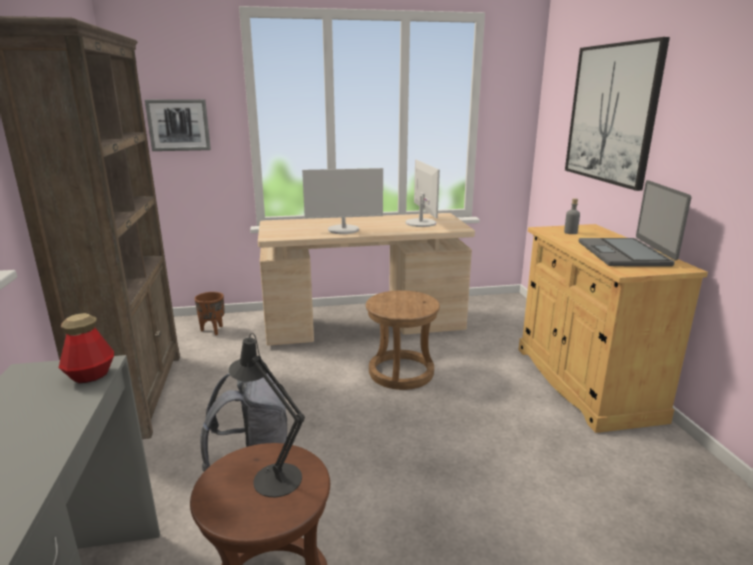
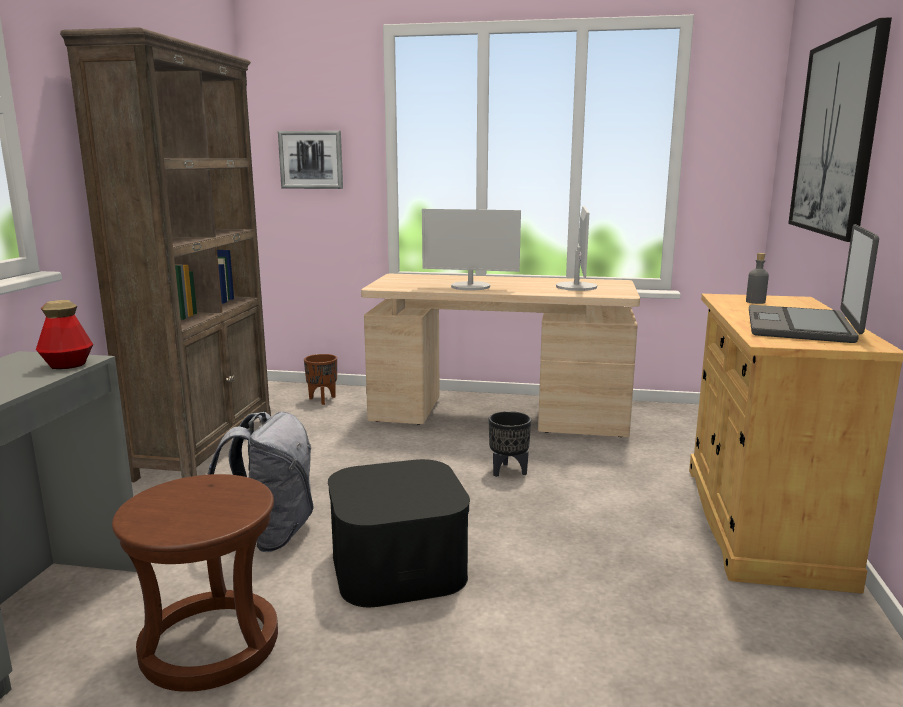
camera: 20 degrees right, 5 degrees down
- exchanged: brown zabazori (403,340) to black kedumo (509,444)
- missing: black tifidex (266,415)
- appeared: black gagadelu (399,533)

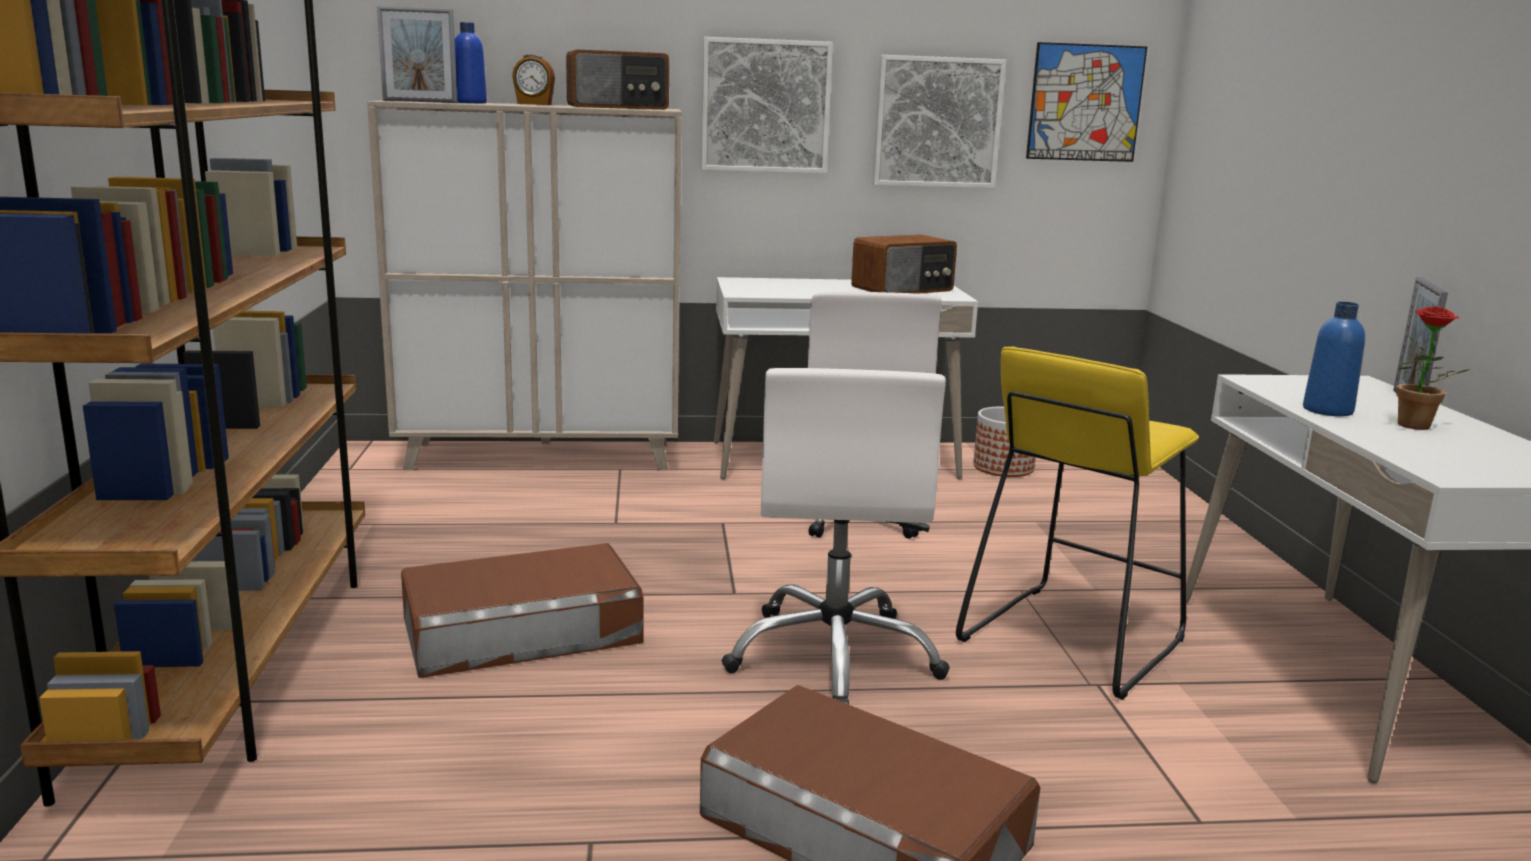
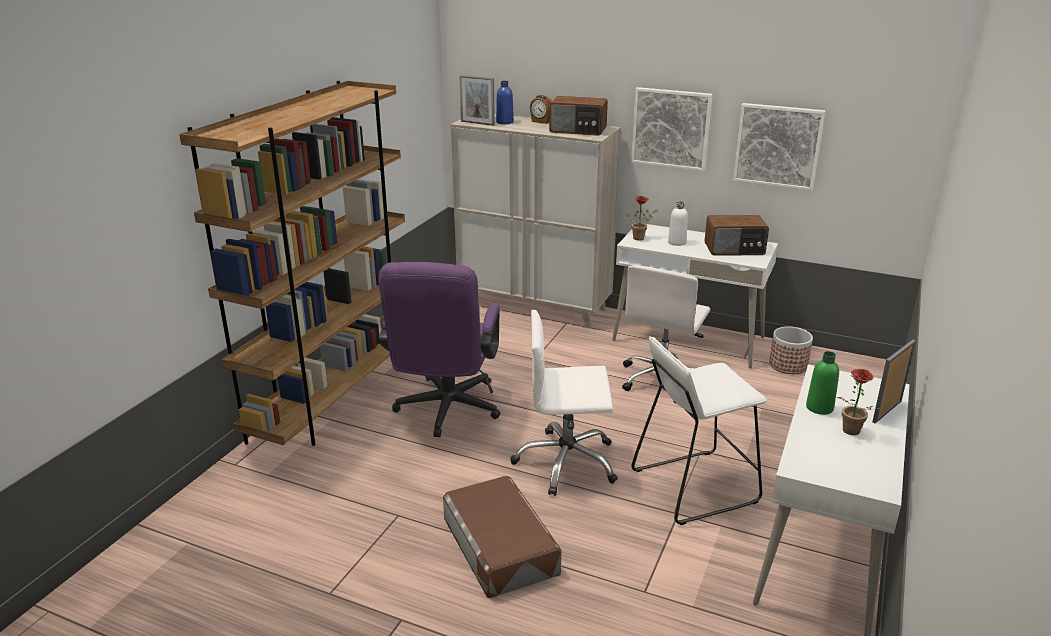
camera: 30 degrees right, 10 degrees up
- missing: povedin (1086,102)
- colour: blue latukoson (1334,359) to green latukoson (822,383)
- colour: yellow zabazori (1077,523) to white zabazori (699,430)
- spun: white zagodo (836,536) = (564,403) 60 degrees clockwise
- exchanged: brown gagadelu (522,610) to purple zagodo (439,349)
- appeared: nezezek (642,218)
- appeared: white latukoson (678,224)

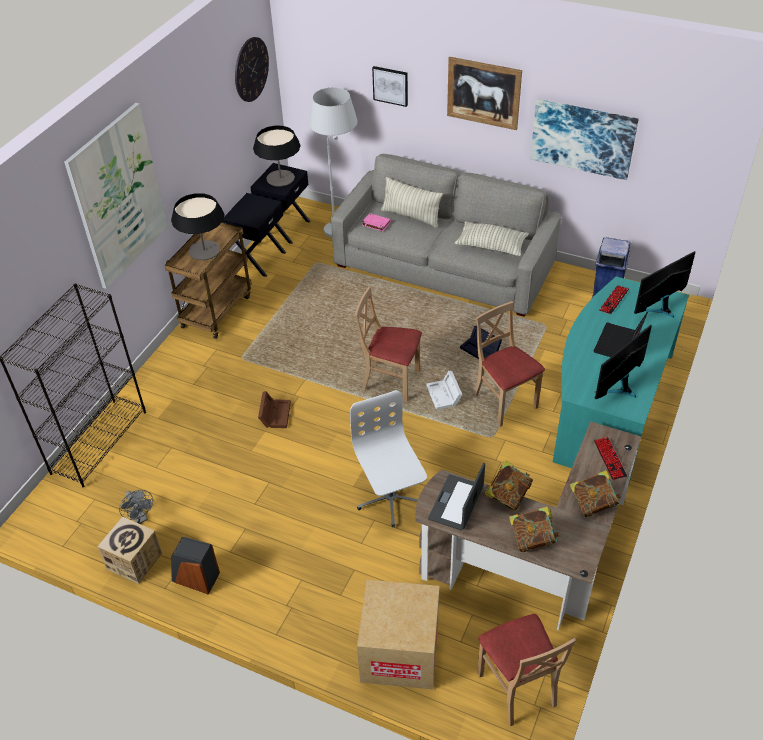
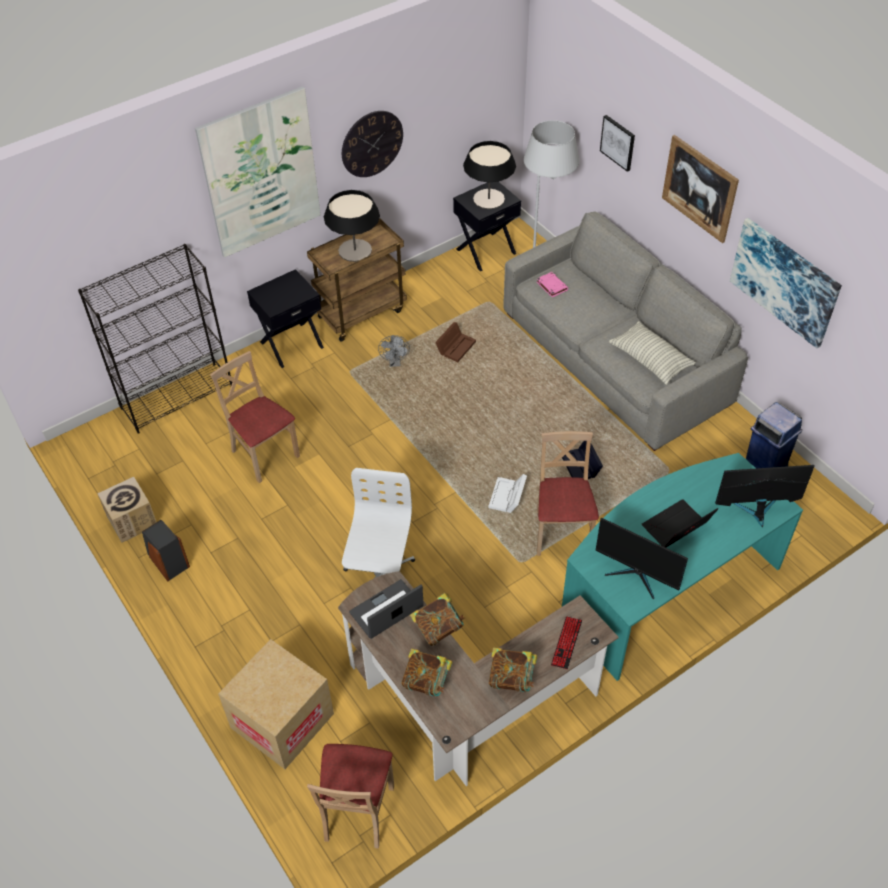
camera: 30 degrees right, 5 degrees up
- relocated: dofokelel (252,69) to (372,144)
- missing: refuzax (412,202)
- relocated: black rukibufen (254,235) to (285,318)
- missing: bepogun (614,299)
- relocated: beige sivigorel (388,344) to (255,417)
- spun: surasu (623,362) = (641,558) 135 degrees counterclockwise
- relocated: brown gagadelu (274,409) to (455,342)
- relocated: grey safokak (136,507) to (394,351)

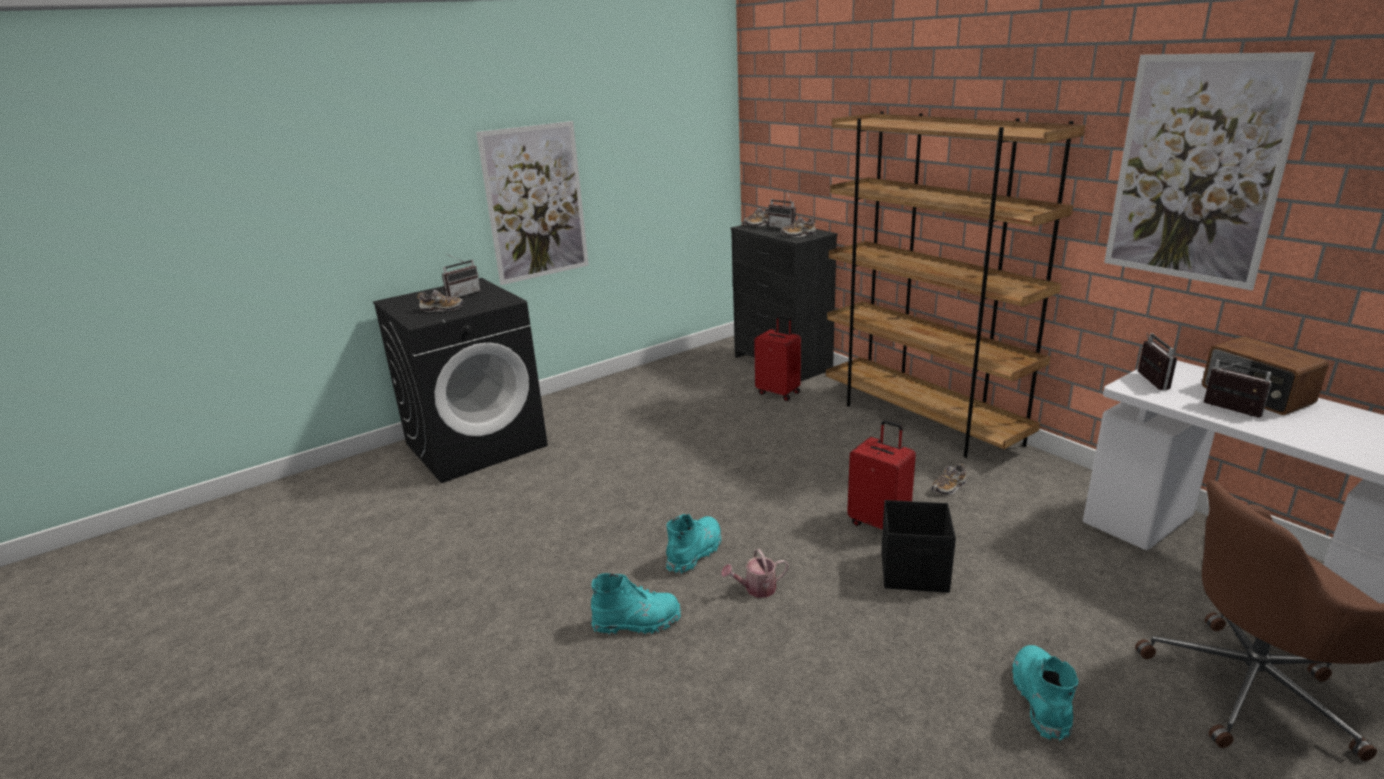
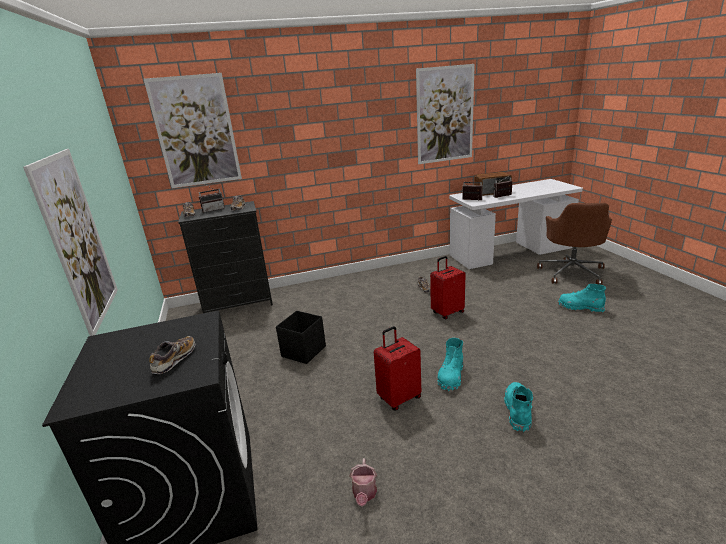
camera: 70 degrees left, 0 degrees up
- missing: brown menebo (956,284)
- missing: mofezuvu (461,276)
- relocated: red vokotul (777,358) to (397,368)
- relocated: black gagadelu (918,546) to (301,337)
- spun: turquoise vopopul (694,544) = (450,365) 120 degrees counterclockwise
- relocated: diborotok (755,573) to (363,482)
- appeared: povedin (193,130)

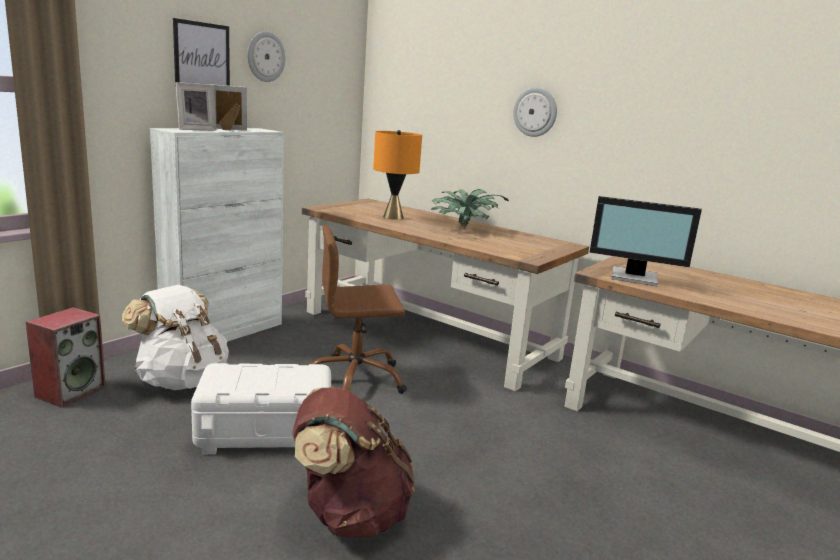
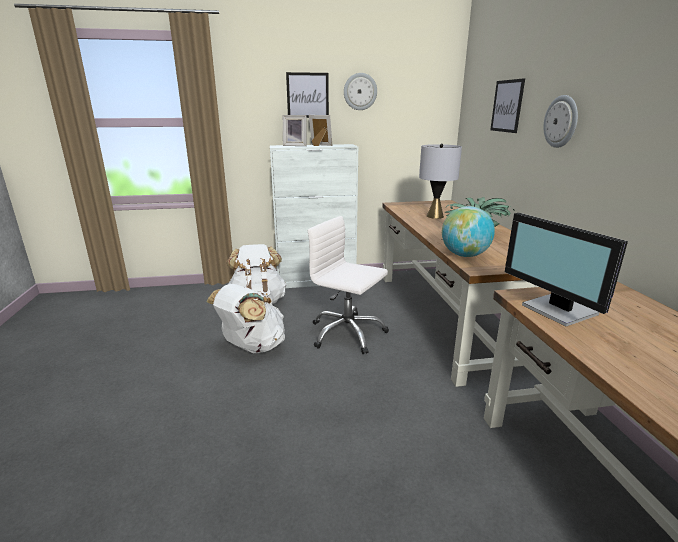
camera: 45 degrees right, 5 degrees up
- colour: orange tifidex (397,175) to grey tifidex (440,181)
- colour: brown zagodo (359,309) to white zagodo (348,285)
- missing: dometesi (66,357)
- exchanged: white gagadelu (261,409) to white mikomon (245,319)
- missing: brown mikomon (353,462)
- appeared: povedin (507,105)
- appeared: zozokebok (468,231)

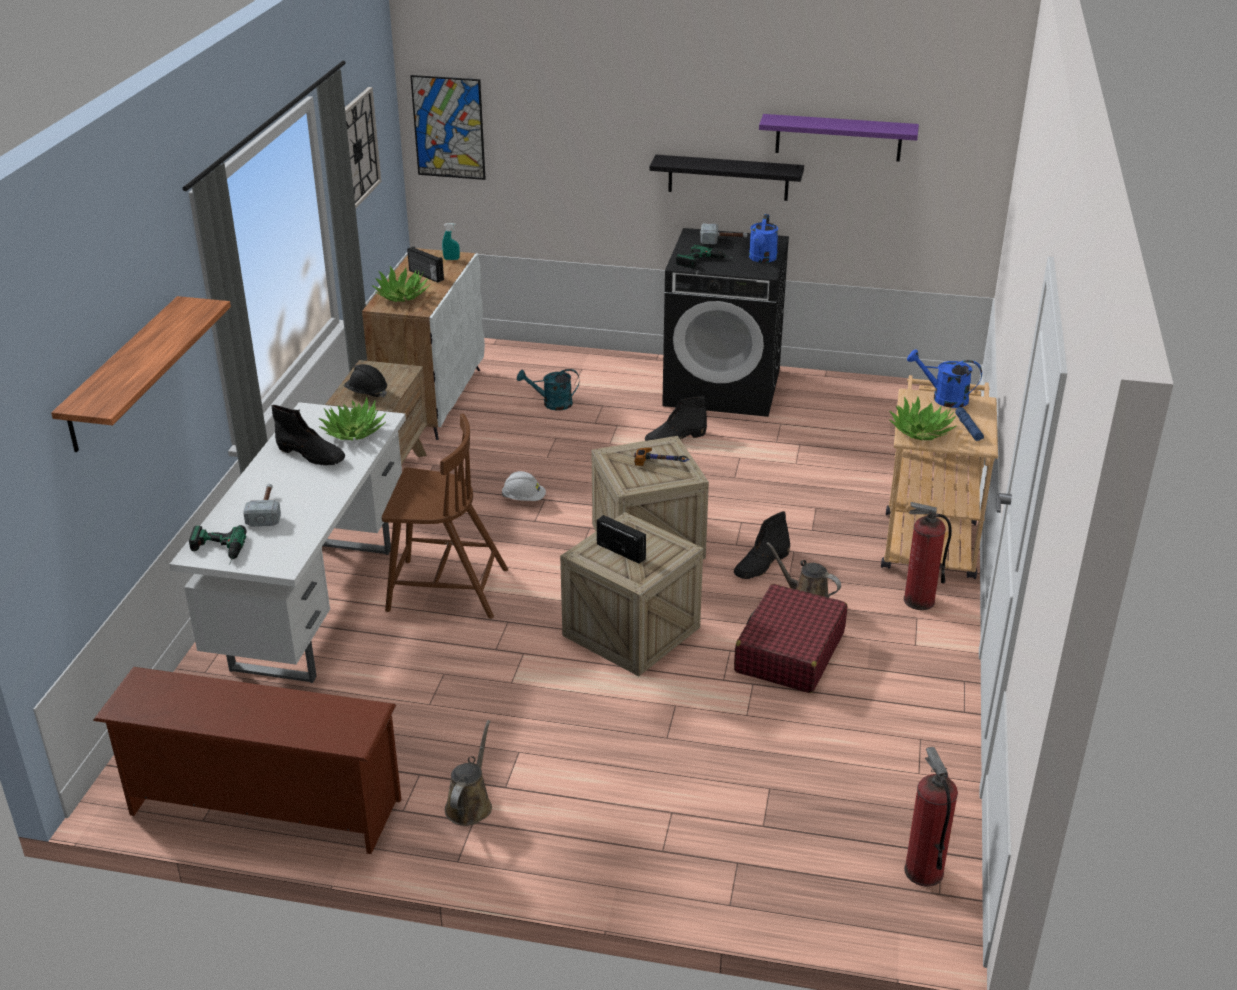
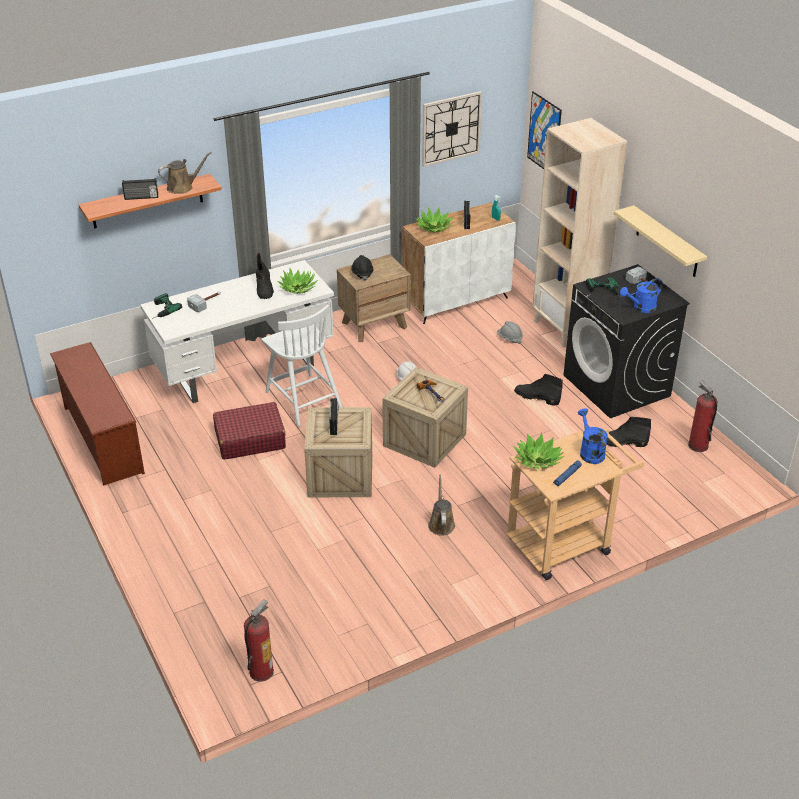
camera: 50 degrees right, 5 degrees up
- missing: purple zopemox (839,138)
- colour: black zopemox (726,178) to beige zopemox (660,241)
- exchanged: turquoise diborotok (548,389) to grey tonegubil (510,332)
- colour: brown sivigorel (445,516) to white sivigorel (302,365)
- relocated: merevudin (928,556) to (703,416)
- relocated: black vopopul (762,545) to (629,432)
- relocated: red vokotul (790,638) to (249,431)
- relocated: brown diborotok (468,773) to (185,173)
- appeared: beige menebo (579,233)
- appeared: mofezuvu (140,189)

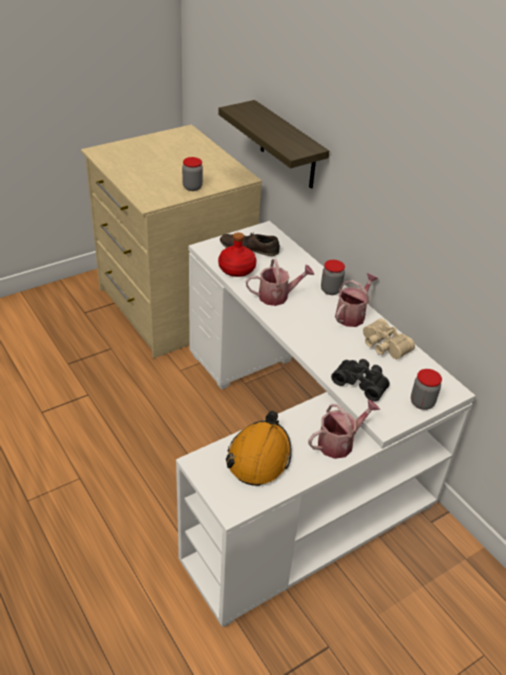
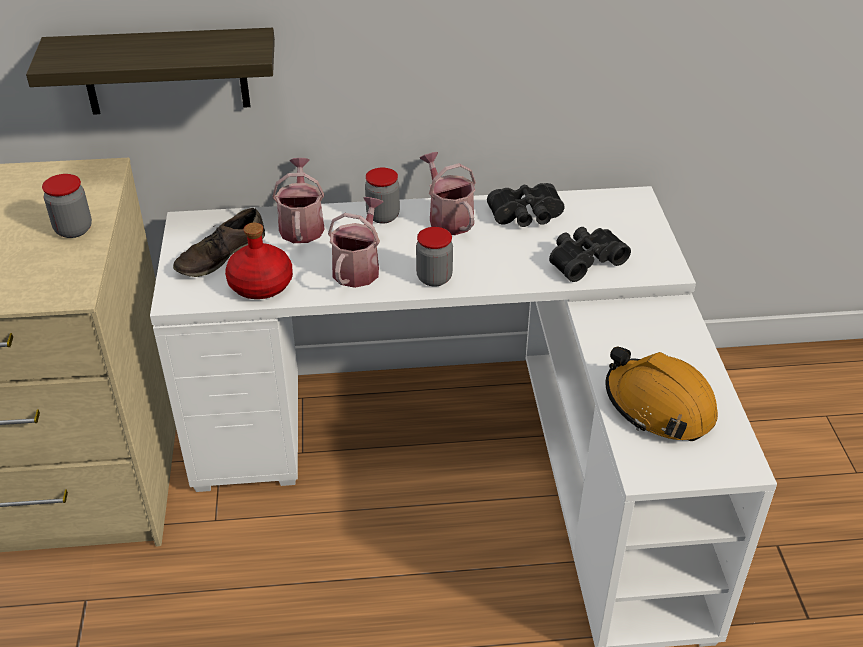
camera: 60 degrees left, 0 degrees up
- colour: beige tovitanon (389,339) to black tovitanon (526,205)
- relocated: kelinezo (426,389) to (434,257)
- relocated: diborotok (344,429) to (298,200)

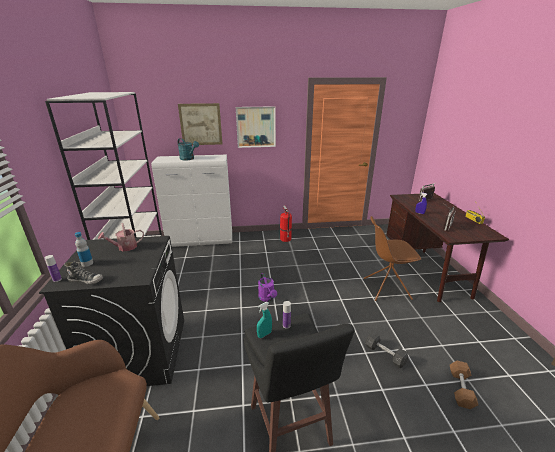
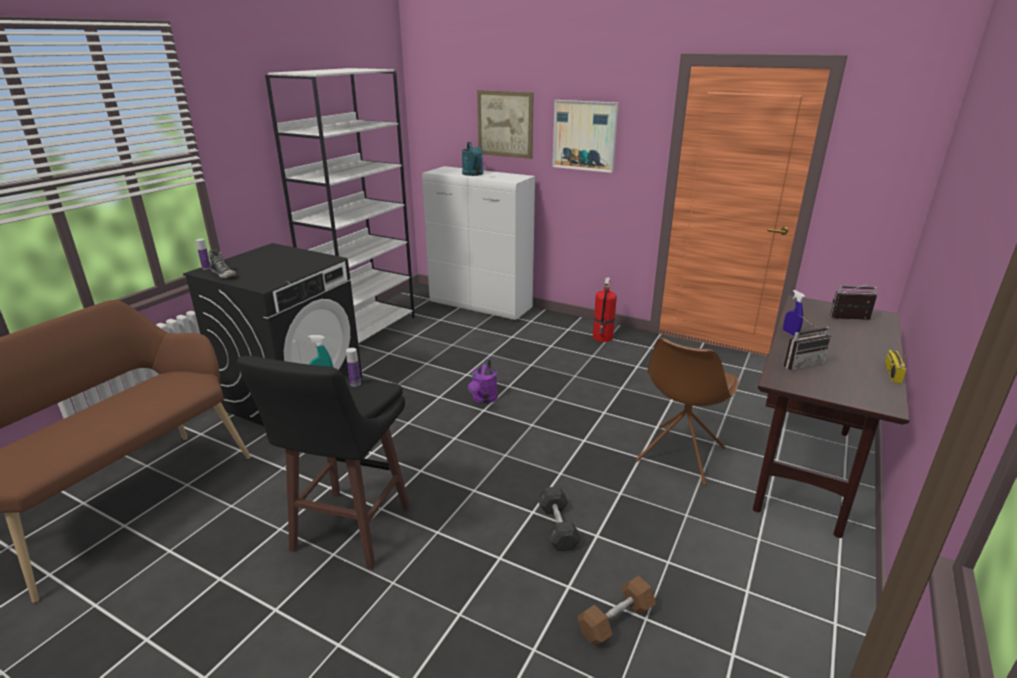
camera: 35 degrees right, 0 degrees up
- spun: brown sivigorel (392,258) = (687,411) 90 degrees counterclockwise
- missing: diborotok (121,237)
- missing: latukoson (84,249)

